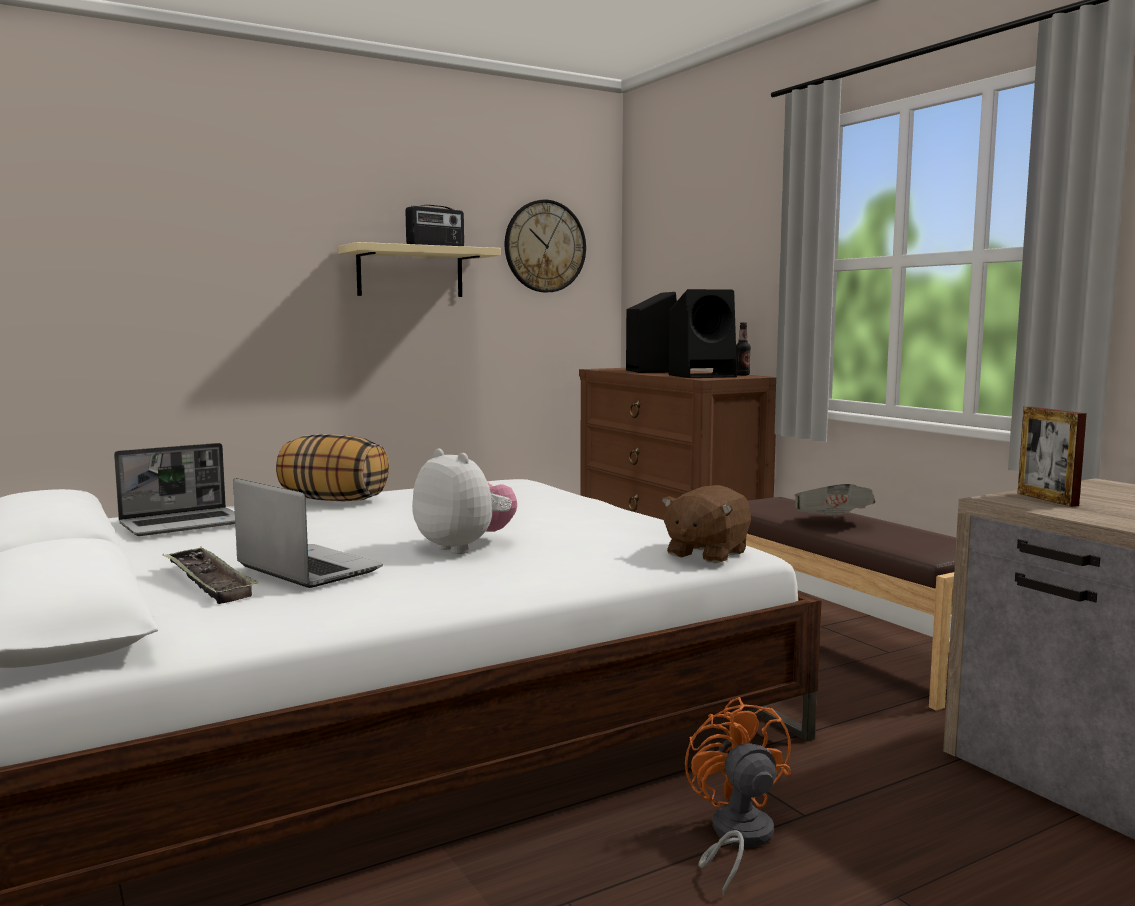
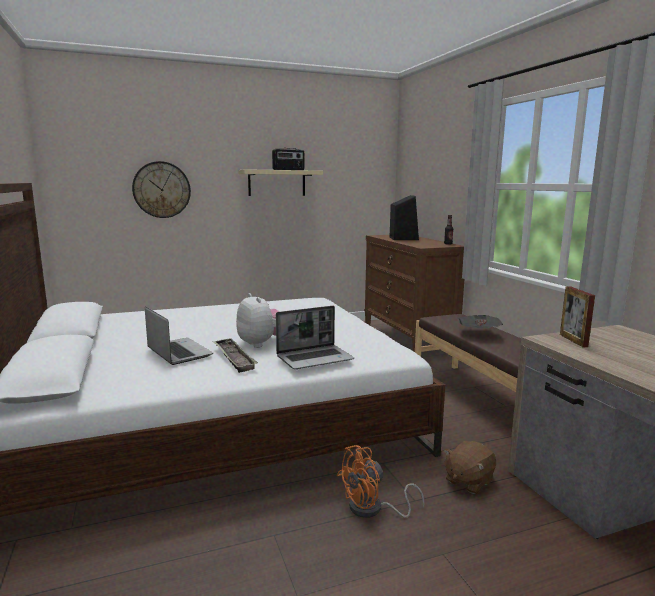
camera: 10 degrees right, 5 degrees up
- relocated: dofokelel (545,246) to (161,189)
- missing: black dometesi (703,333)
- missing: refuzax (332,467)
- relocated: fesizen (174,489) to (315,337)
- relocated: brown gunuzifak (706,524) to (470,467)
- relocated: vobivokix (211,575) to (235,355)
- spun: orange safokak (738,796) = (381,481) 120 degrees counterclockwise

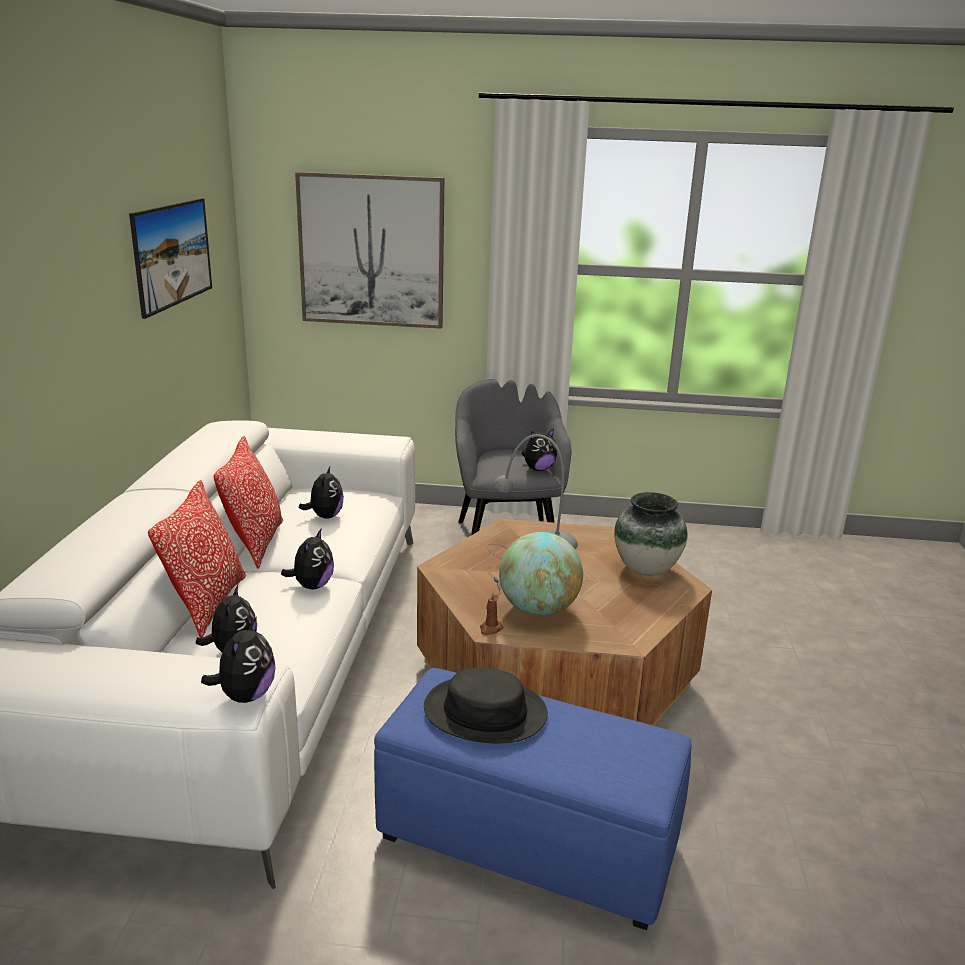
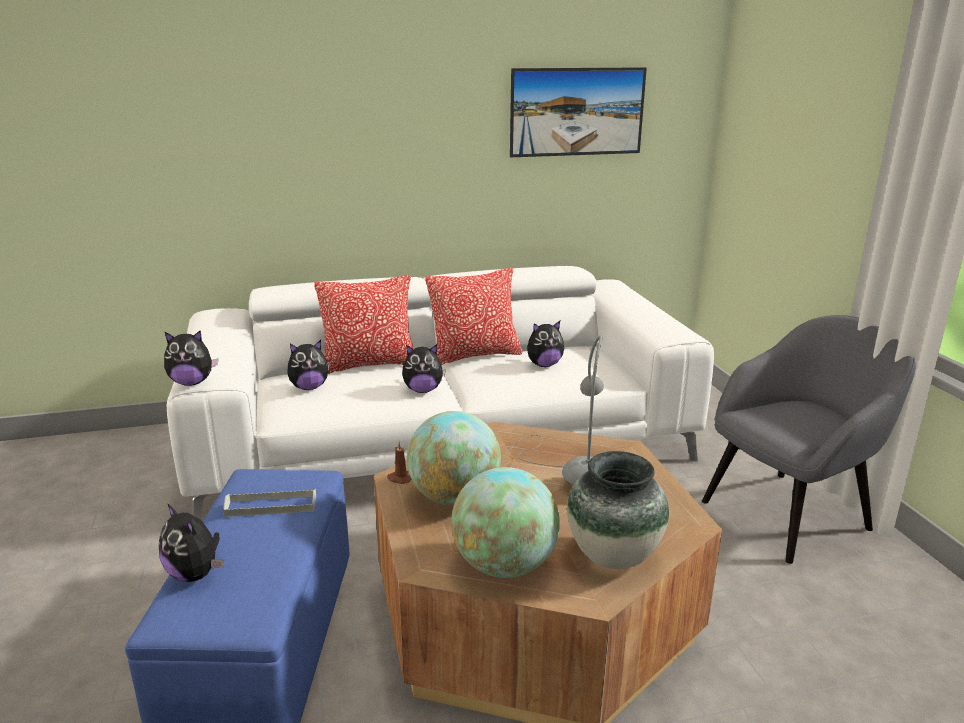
camera: 70 degrees right, 0 degrees up
- missing: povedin (369,250)
- relocated: gunuzifak (539,449) to (191,542)
- exchanged: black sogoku (486,705) to grey vobivokix (269,503)
- appeared: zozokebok (505,522)

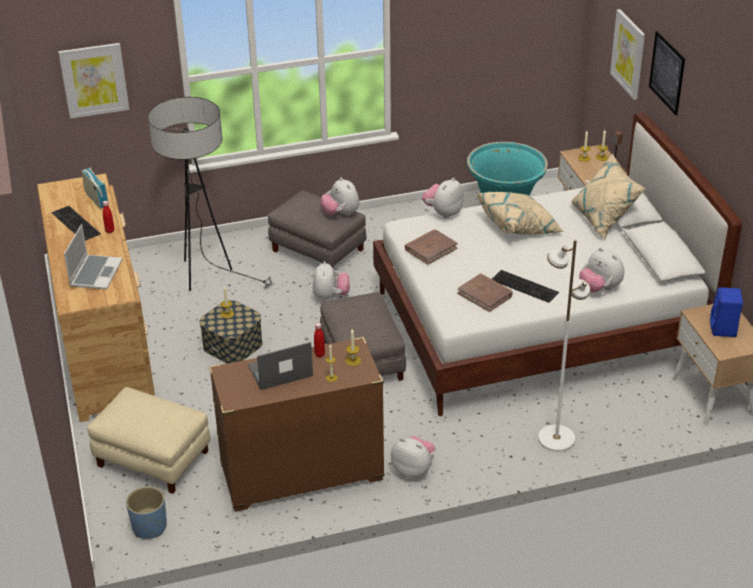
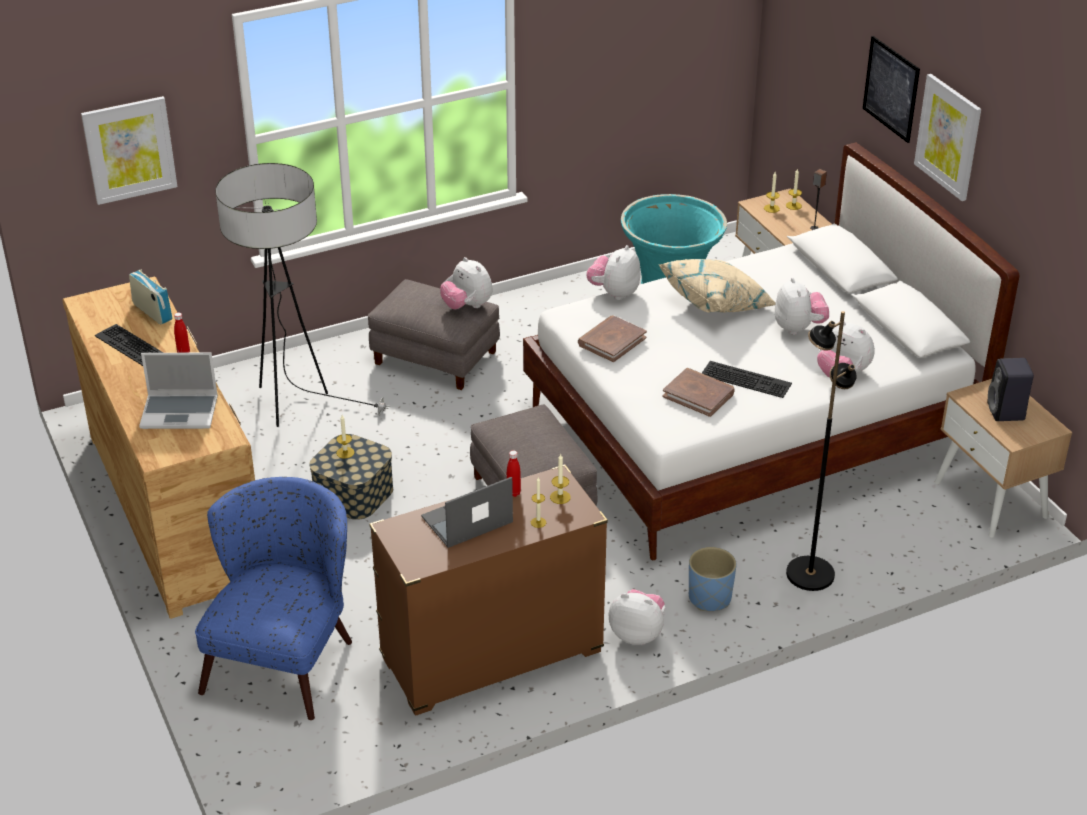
camera: 10 degrees left, 0 degrees up
- relocated: povedin (627,54) to (947,137)
- missing: beige refuzax (608,196)
- spun: fesizen (93,257) = (178,390) 90 degrees clockwise
- colour: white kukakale (564,346) to black kukakale (821,451)
- relocated: gunuzifak (331,281) to (802,306)
- colour: blue dometesi (726,312) to black dometesi (1010,389)
- exchanged: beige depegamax (149,440) to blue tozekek (273,598)
- relocated: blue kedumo (146,512) to (712,579)

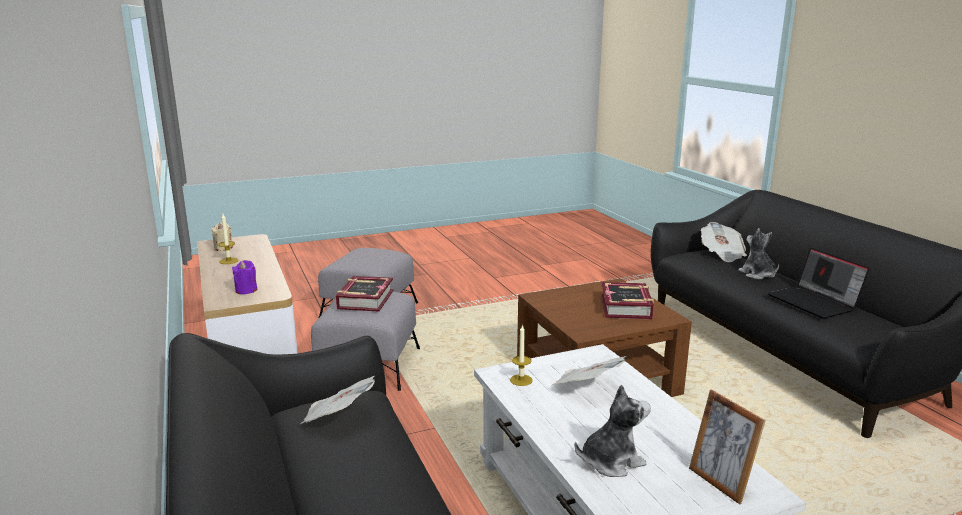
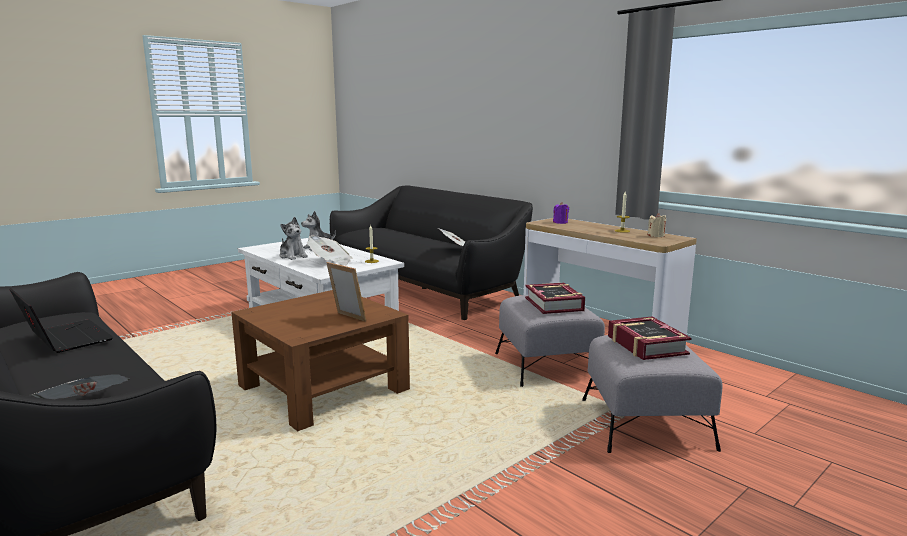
camera: 160 degrees right, 5 degrees down
- relocated: gunuzifak (758,254) to (293,238)
- relocated: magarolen (627,300) to (649,338)
- relocated: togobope (727,447) to (346,292)

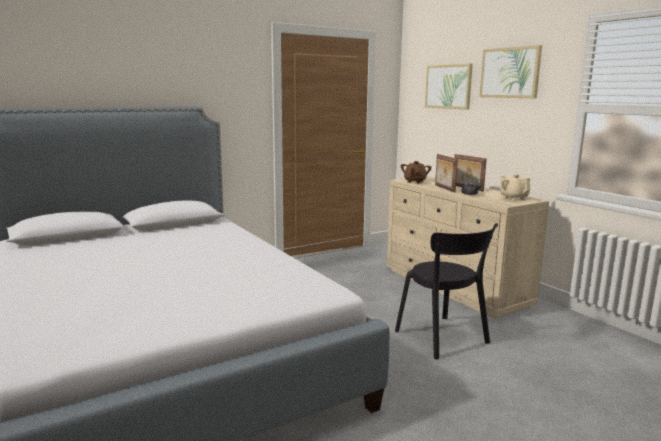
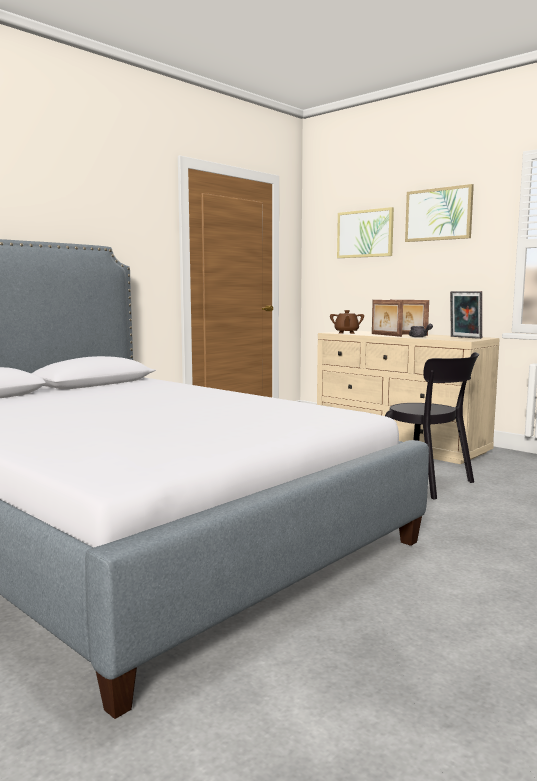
camera: 15 degrees left, 5 degrees down
- exchanged: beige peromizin (515,187) to togobope (466,315)

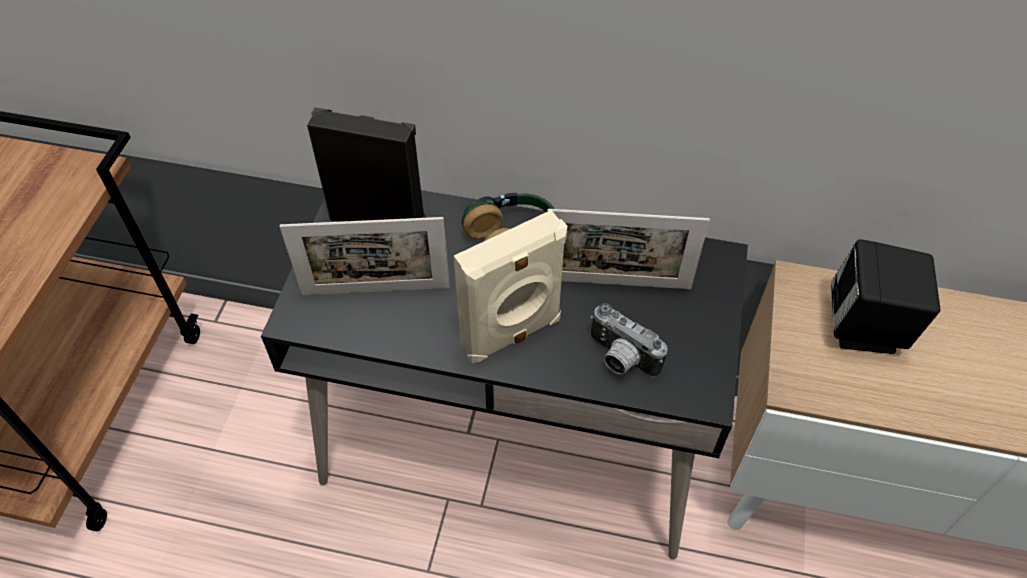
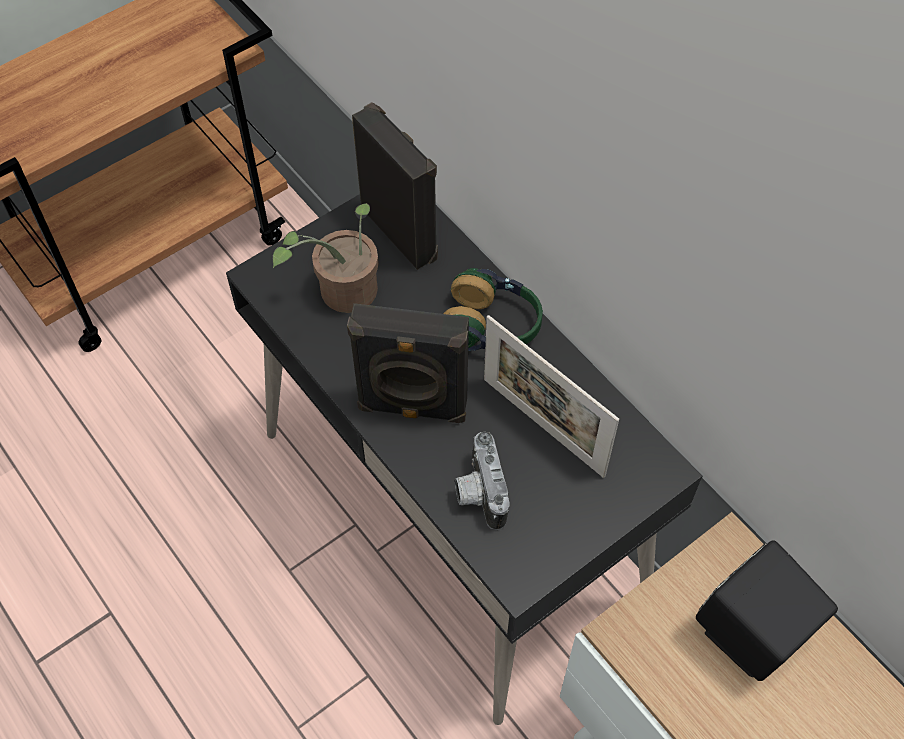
camera: 40 degrees right, 5 degrees up
- colour: beige dometesi (510,286) to black dometesi (408,363)
- exchanged: togobope (365,256) to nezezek (325,258)

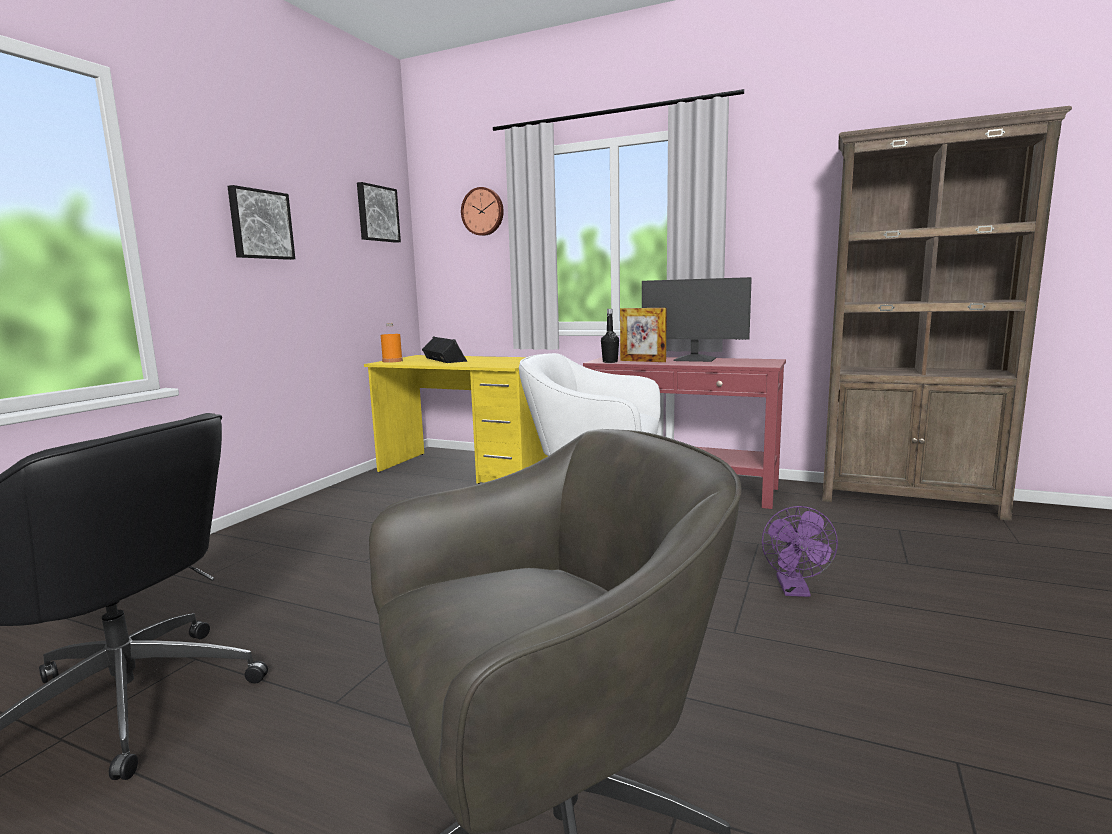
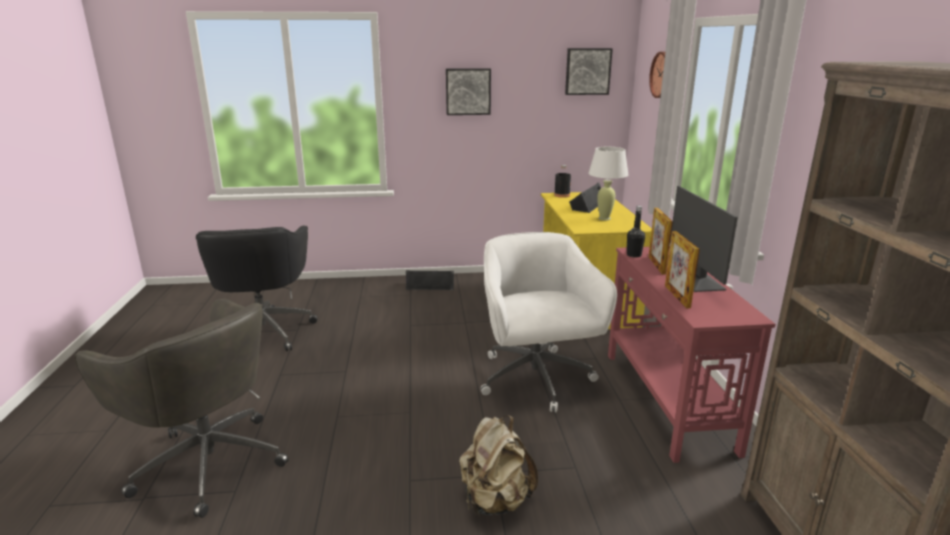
camera: 60 degrees right, 10 degrees up
- colour: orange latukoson (392,343) to black latukoson (562,181)
- exchanged: purple safokak (800,551) to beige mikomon (498,465)
- appeared: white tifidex (608,183)
- appeared: togobope (682,269)
- appeared: black dometesi (430,280)

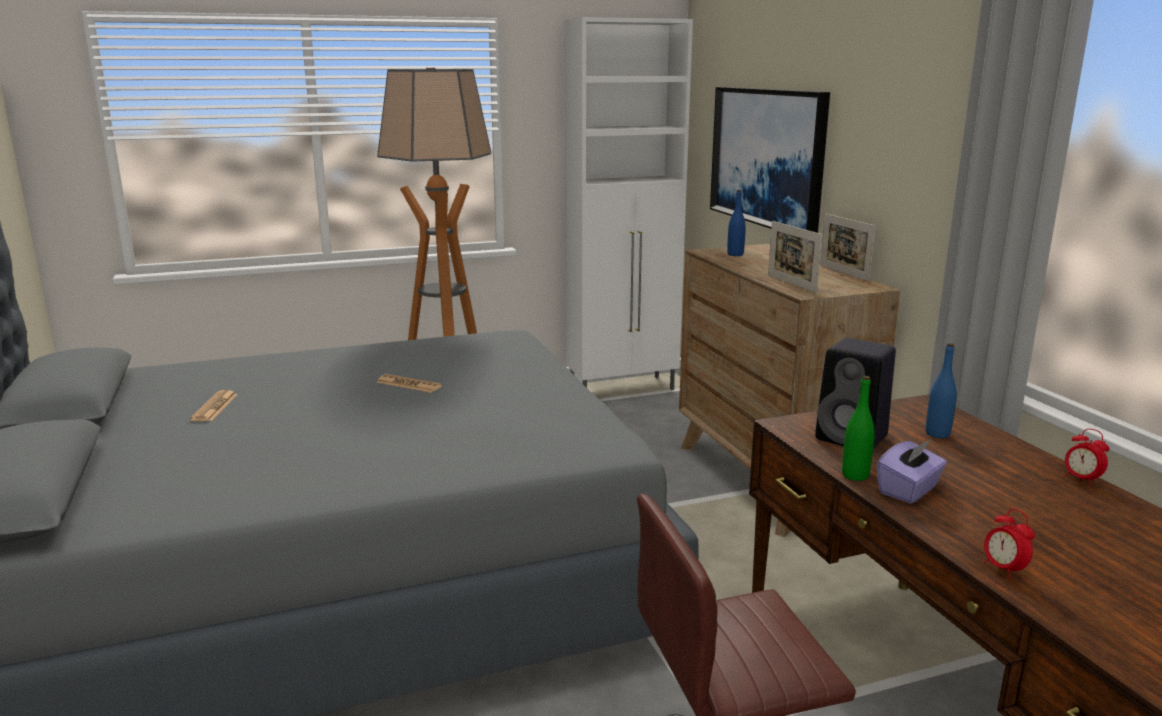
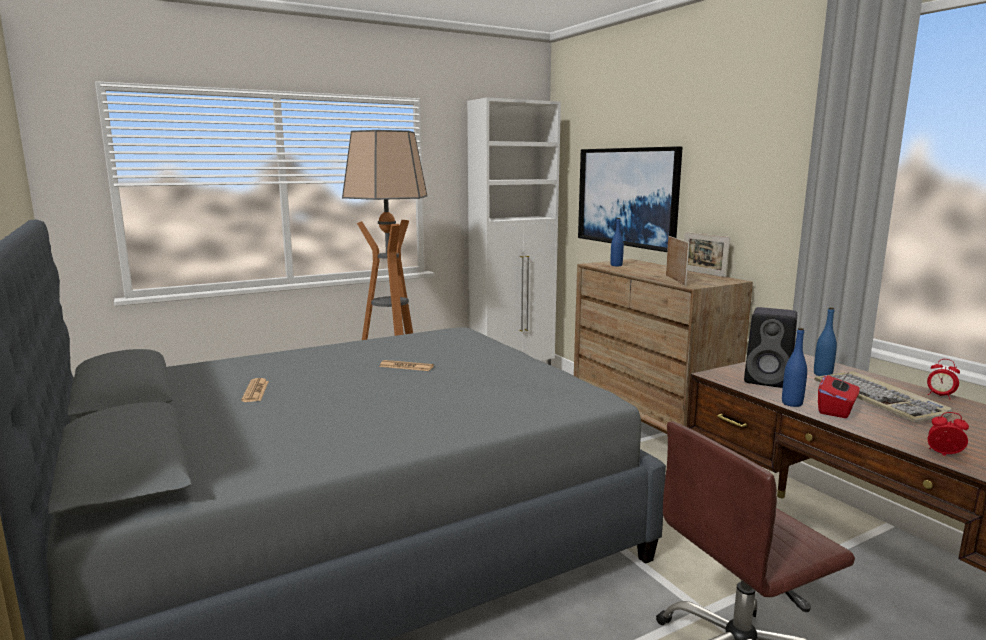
camera: 10 degrees left, 5 degrees down
- spun: togobope (795,257) = (677,261) 150 degrees counterclockwise
- colour: green latukoson (858,428) to blue latukoson (794,367)
- colour: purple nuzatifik (912,472) to red nuzatifik (839,394)
- spun: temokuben (1009,544) = (948,434) 150 degrees clockwise
- appeared: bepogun (883,397)

